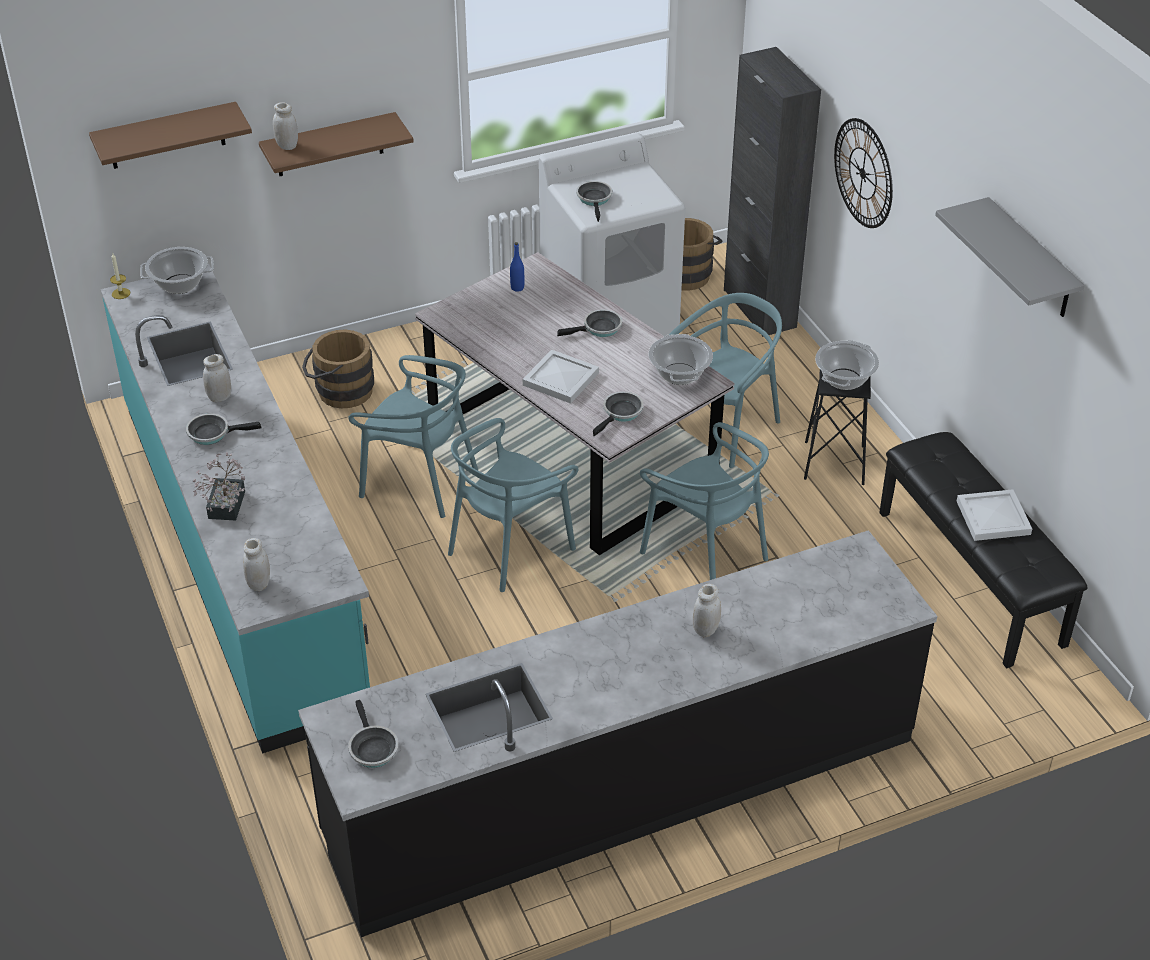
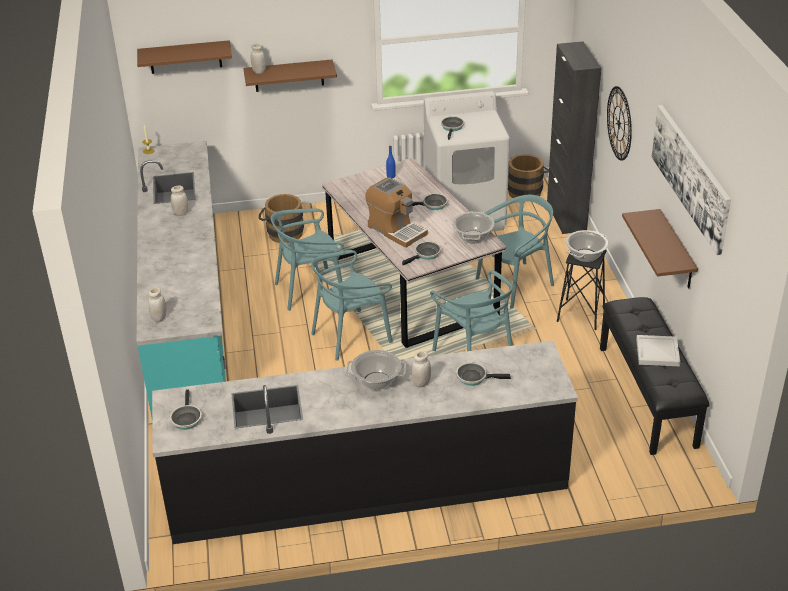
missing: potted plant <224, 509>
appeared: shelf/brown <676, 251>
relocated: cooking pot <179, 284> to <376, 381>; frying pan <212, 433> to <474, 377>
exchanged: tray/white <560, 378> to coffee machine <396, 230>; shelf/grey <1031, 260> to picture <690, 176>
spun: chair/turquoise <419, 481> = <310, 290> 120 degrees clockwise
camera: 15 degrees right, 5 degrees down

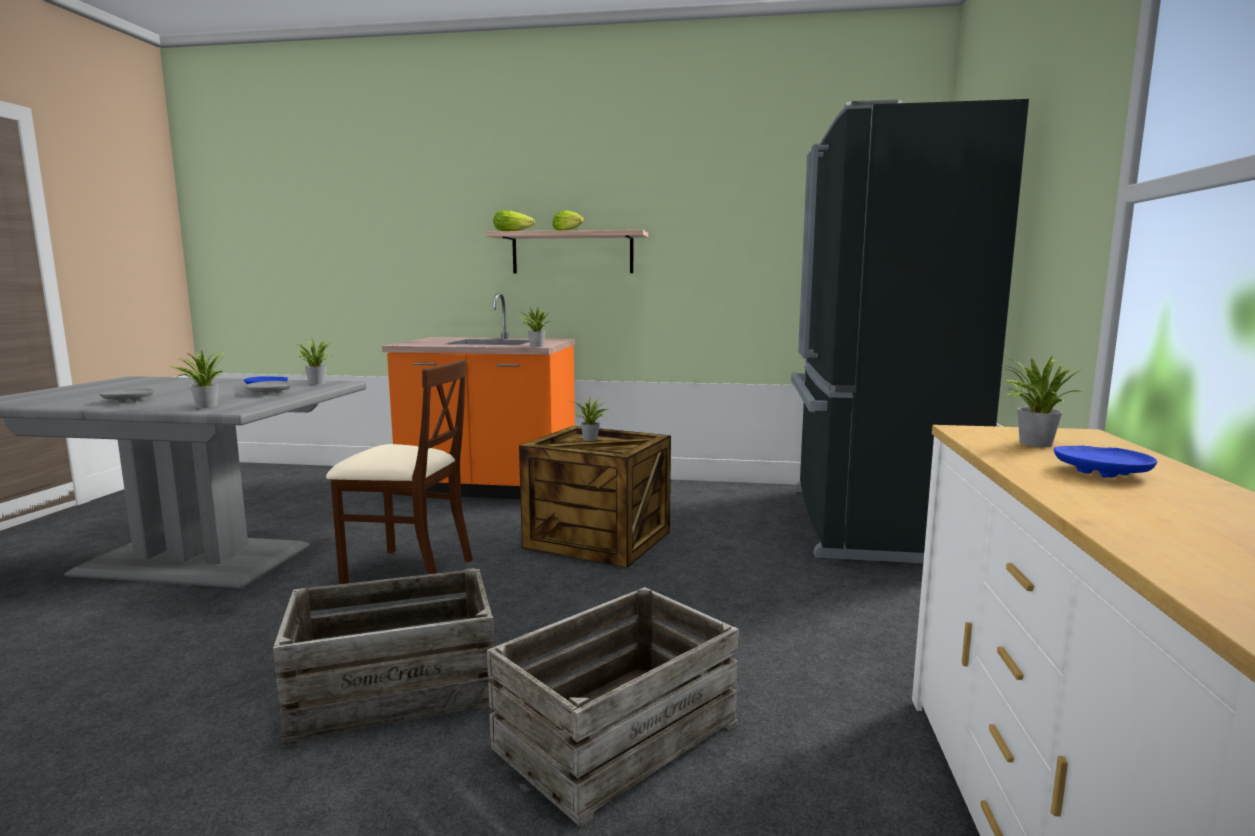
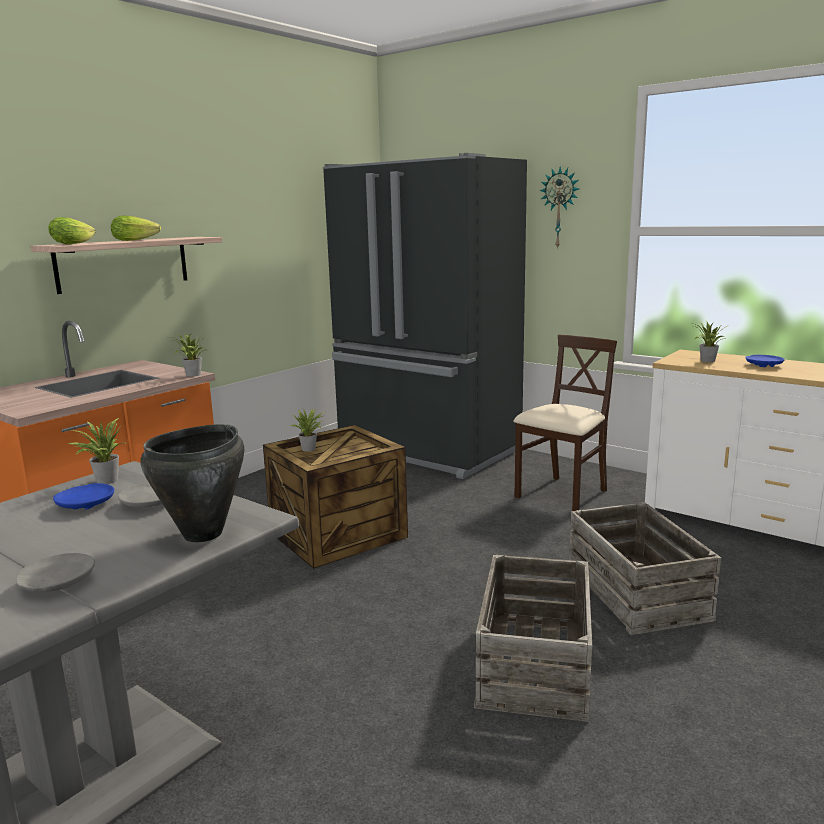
appeared: wall clock <560, 208>
relocated: chair/beige <408, 571> to <562, 495>
exchanged: potted plant <204, 406> to cooking pot/black <204, 534>
camera: 60 degrees left, 5 degrees up

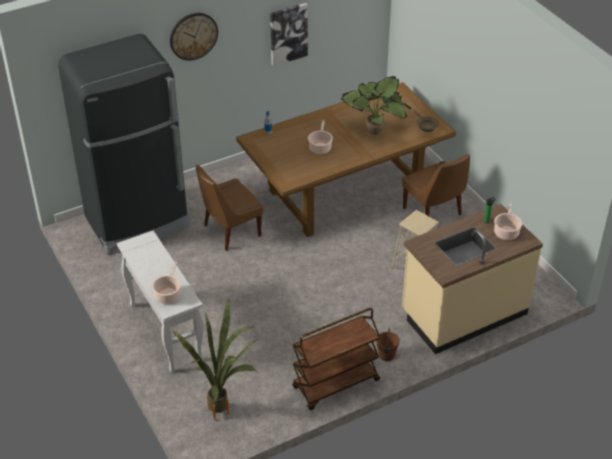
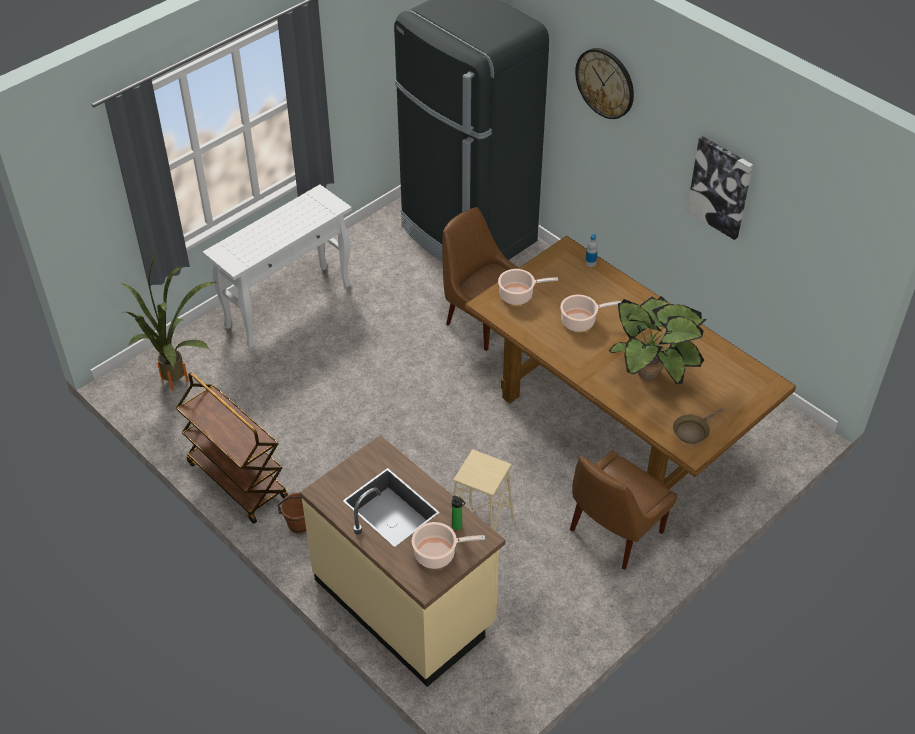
relocated: cooking pot <168, 294> to <518, 295>
camera: 75 degrees right, 5 degrees up

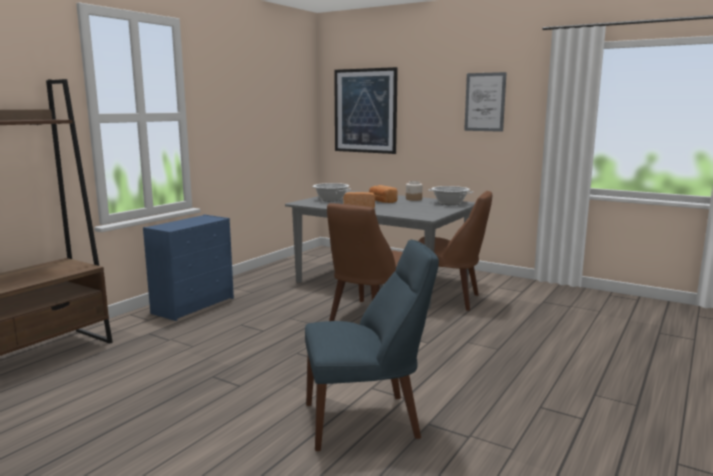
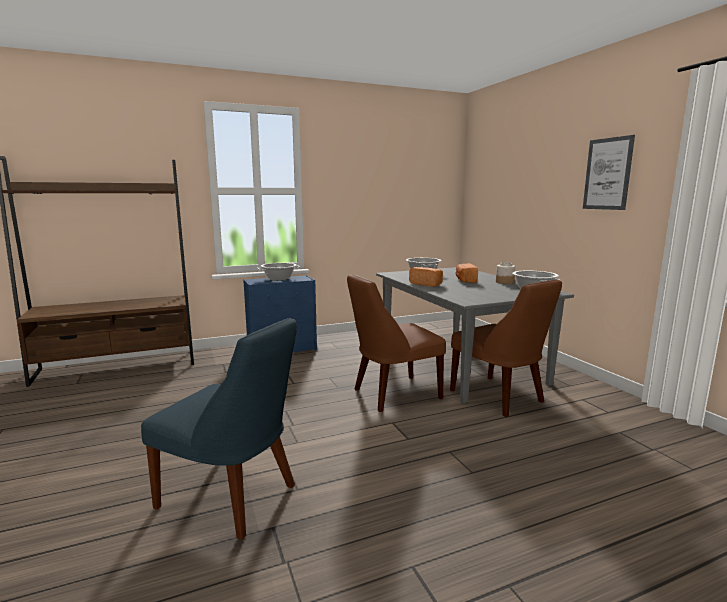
missing: picture <365, 111>
appeared: cooking pot <279, 279>
camera: 35 degrees right, 0 degrees up

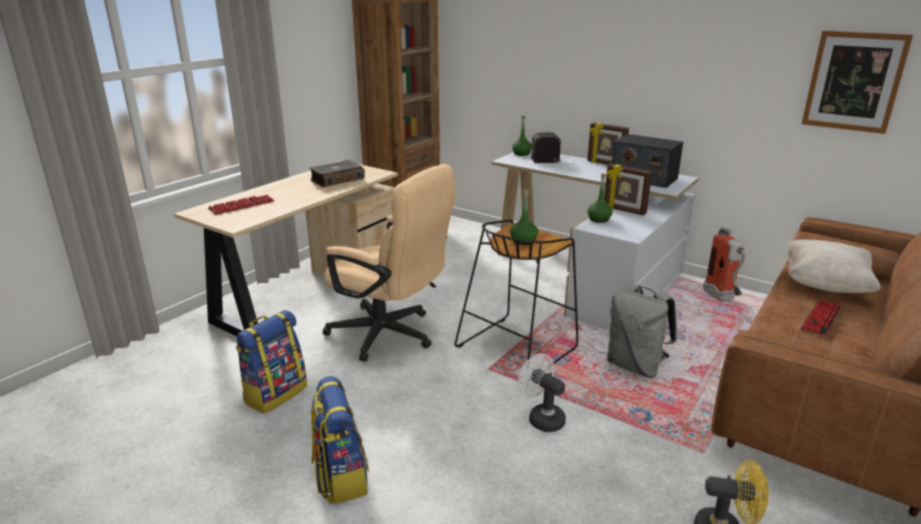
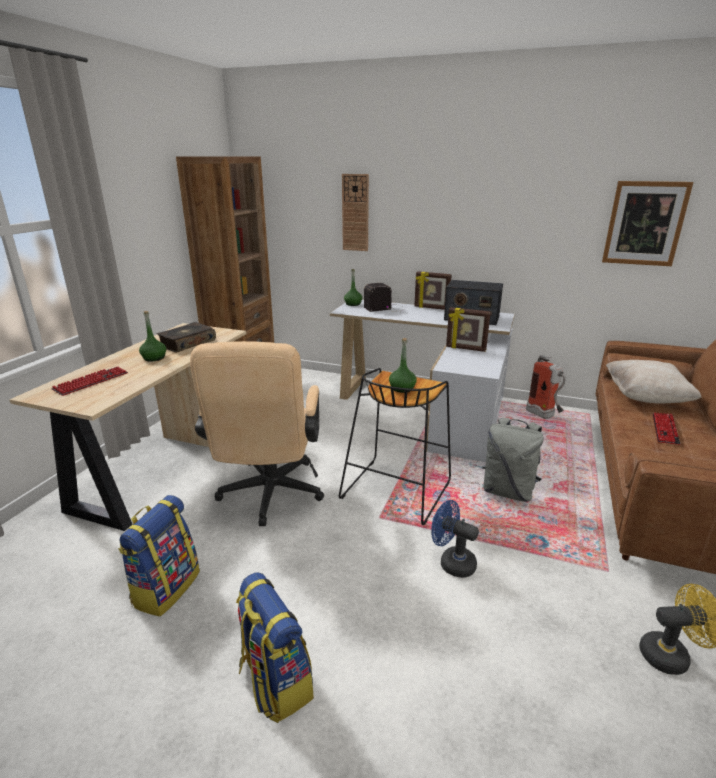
appeared: wall clock <355, 213>
relocated: bottle/green <599, 219> to <154, 358>
colour: fan/white <541, 418> to fan/blue <452, 562>
spun: office chair/beige <390, 336> = <269, 496> 75 degrees clockwise
camera: 15 degrees left, 0 degrees up

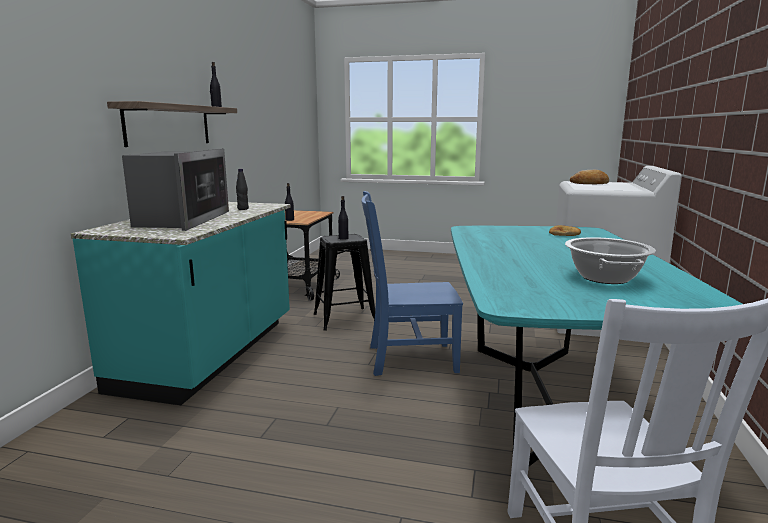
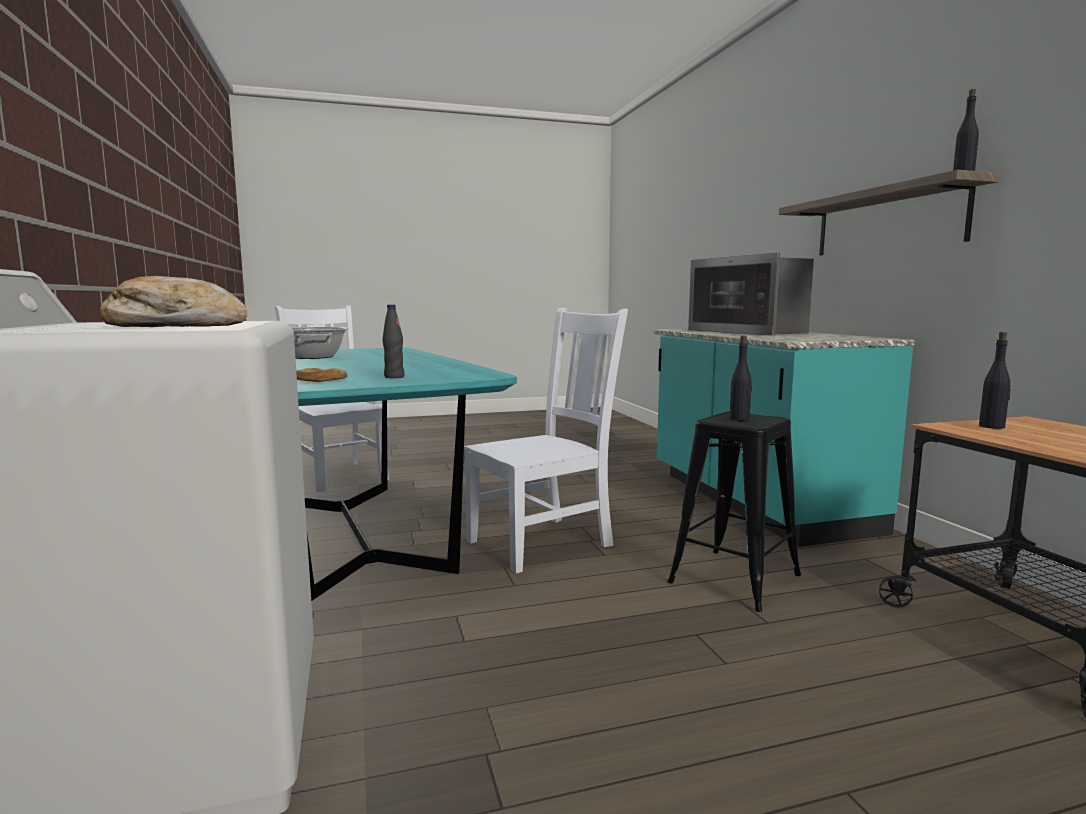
relocated: bottle/black <243, 209> to <394, 377>
colour: chair/blue <408, 359> to chair/white <544, 542>
camera: 150 degrees right, 5 degrees down

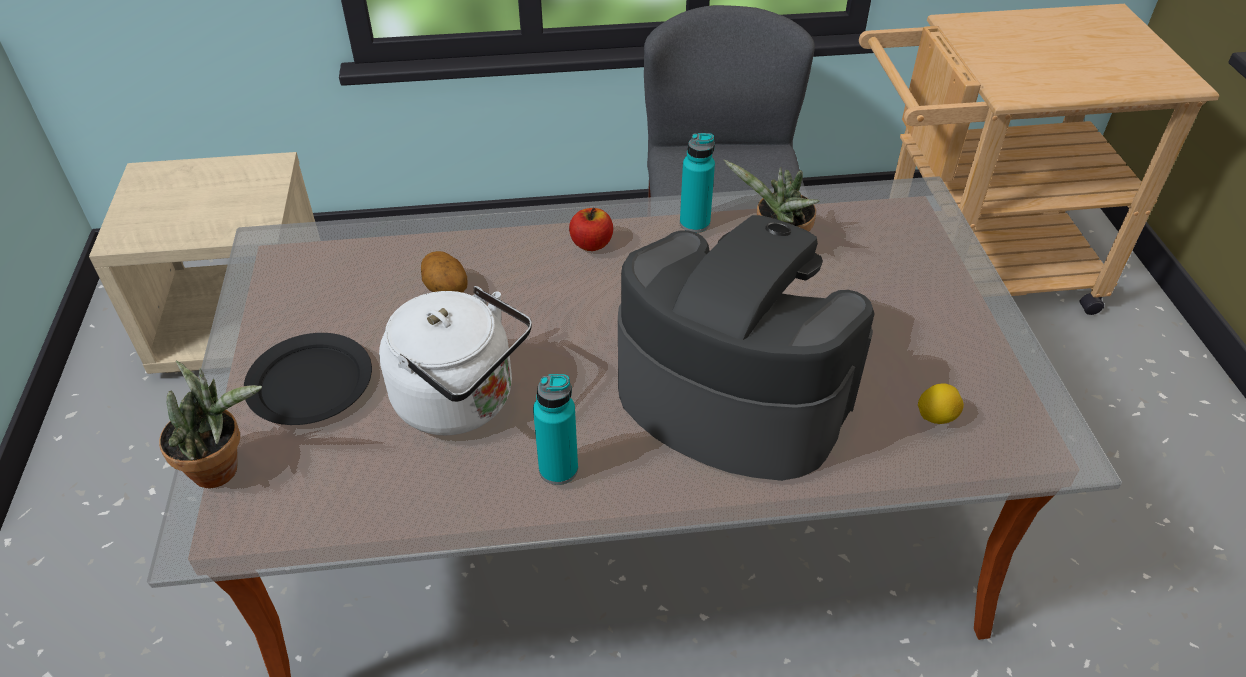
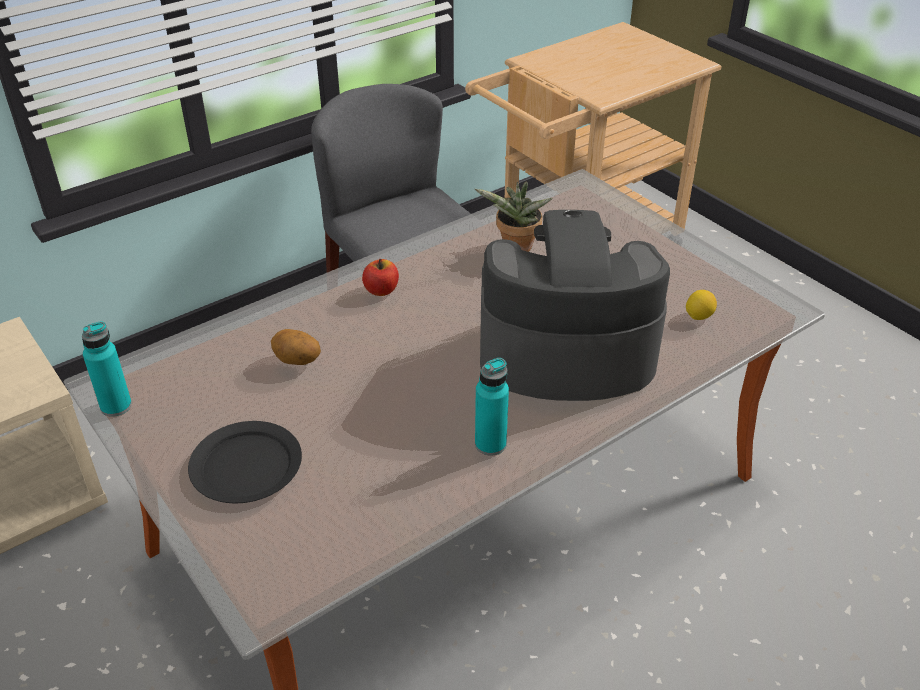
missing: potted plant <223, 468>; kettle/white <462, 401>
relocated: bottle/turquoise <694, 223> to <116, 406>
camera: 30 degrees left, 5 degrees down

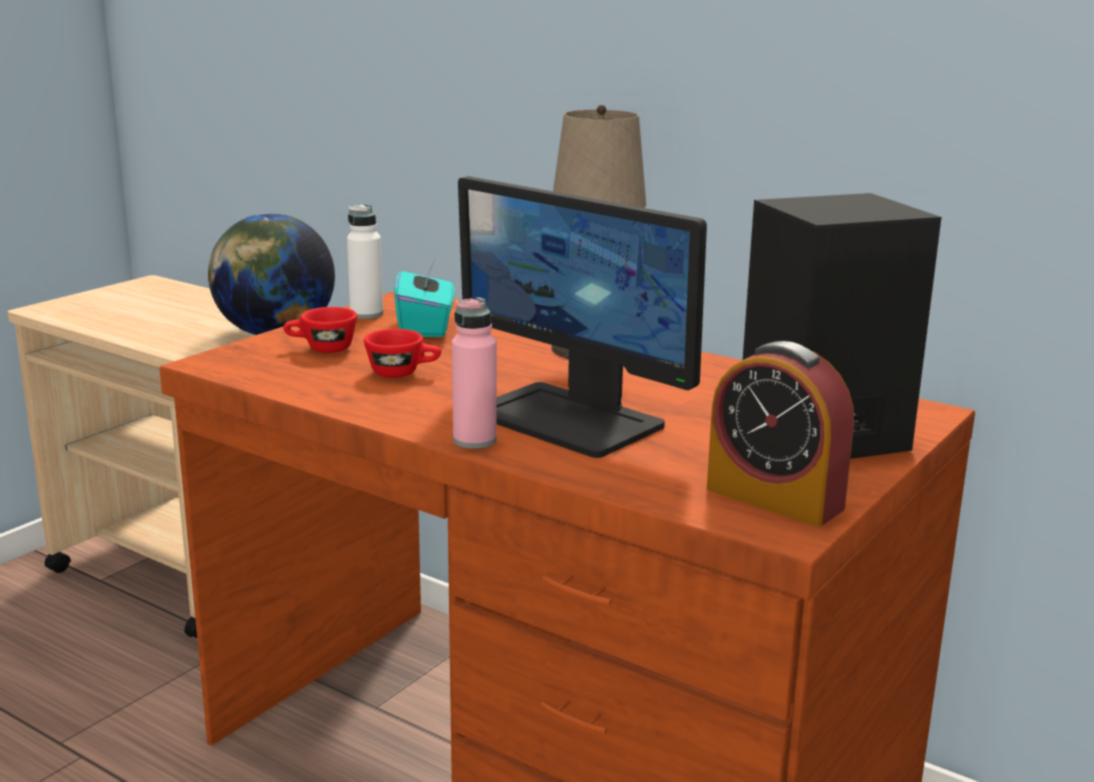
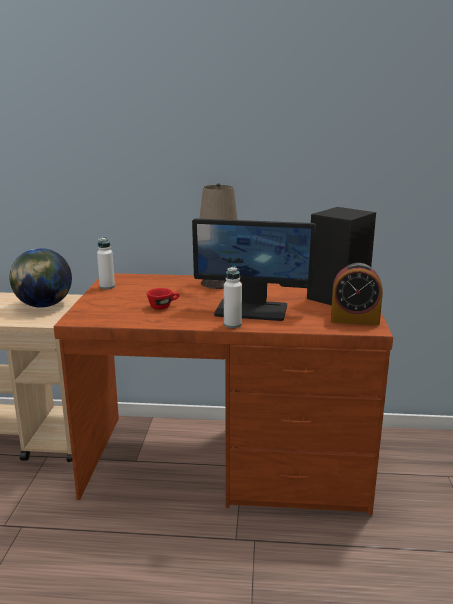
missing: cup/red <321, 349>; tissue box/turquoise <425, 327>
colour: bottle/pink <474, 440> to bottle/white <232, 324>
camera: 30 degrees left, 0 degrees up

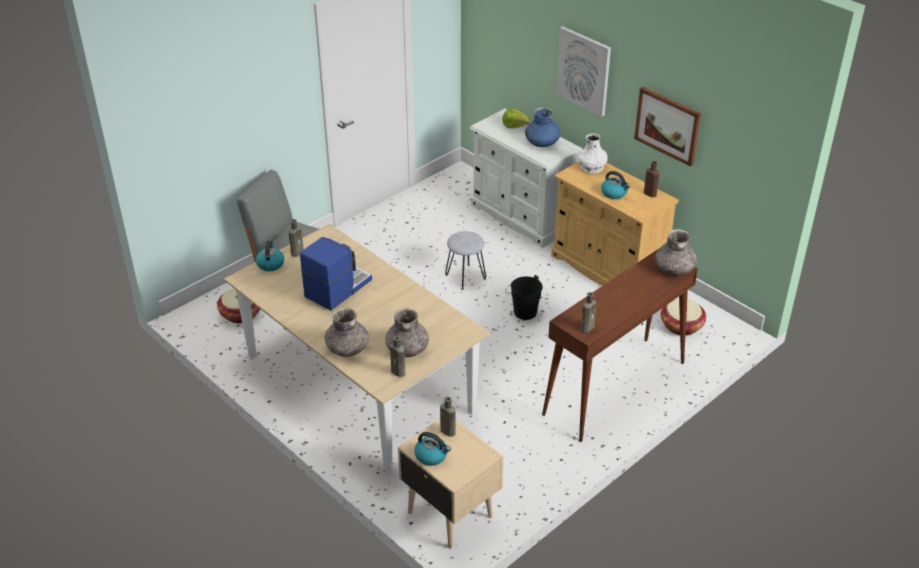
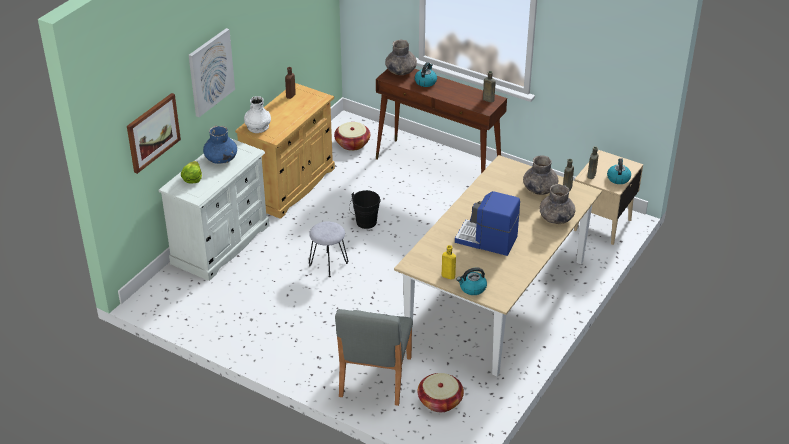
relocated: kettle <614, 193> to <425, 82>; picture <667, 125> to <152, 132>
colour: bottle/brown <298, 252> to bottle/yellow <447, 275>
camera: 105 degrees left, 0 degrees up

